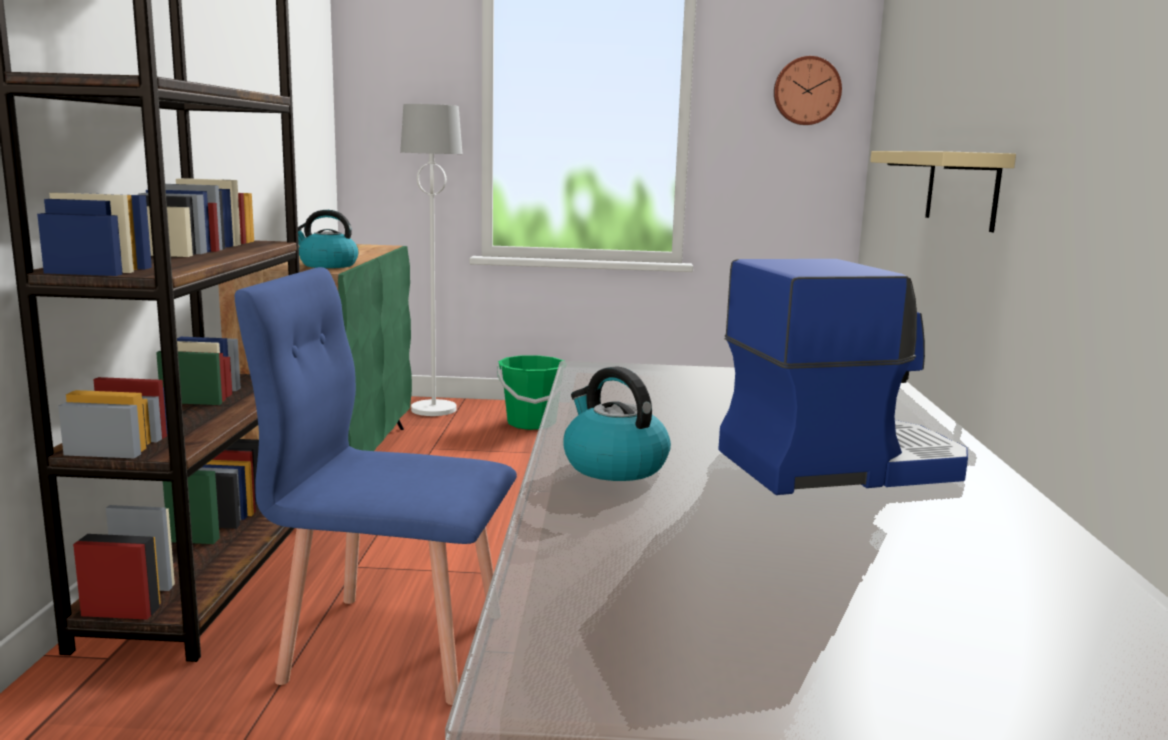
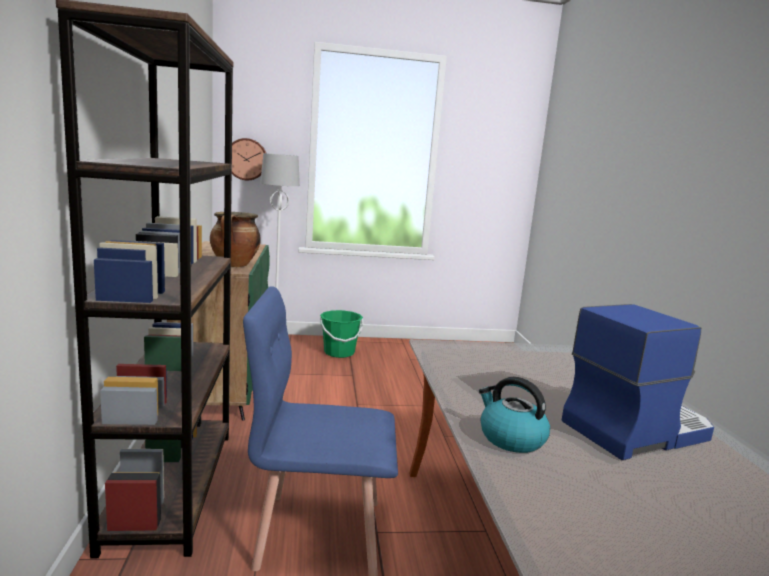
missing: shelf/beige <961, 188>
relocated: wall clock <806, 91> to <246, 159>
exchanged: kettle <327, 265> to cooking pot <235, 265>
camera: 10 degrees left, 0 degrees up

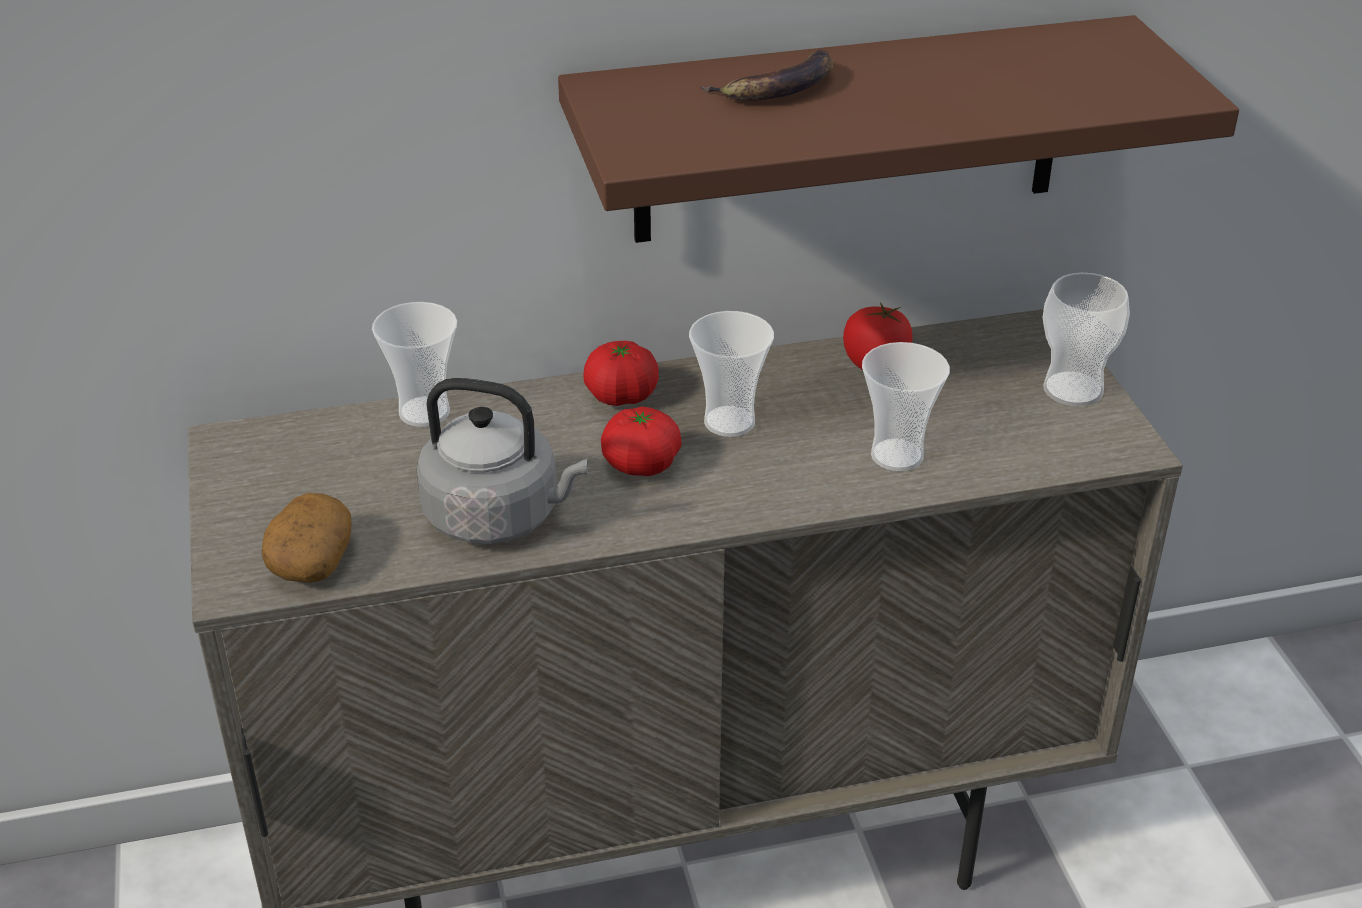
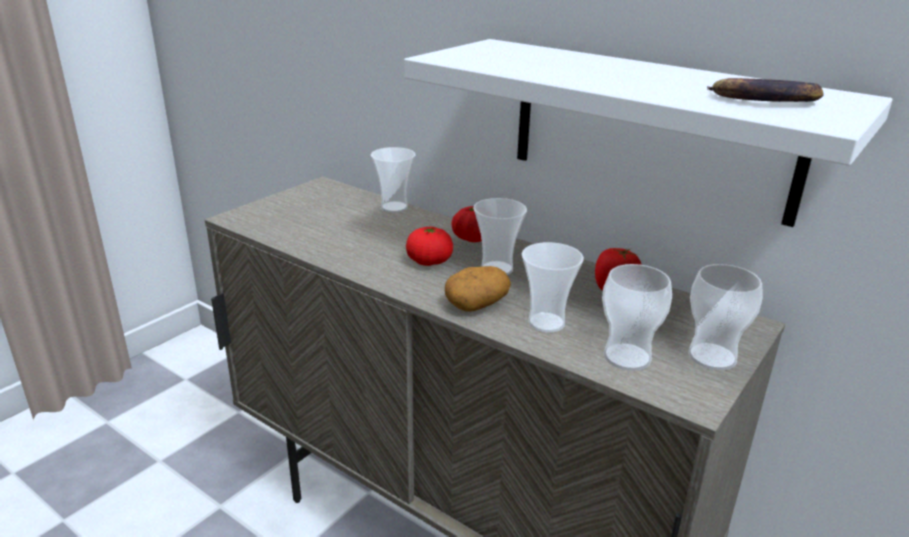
missing: kettle/grey <499, 517>
appeared: cup <627, 357>
relocated: potato <311, 560> to <477, 303>; banana <778, 87> to <763, 100>
colour: shelf/brown <850, 131> to shelf/white <650, 128>
camera: 50 degrees right, 10 degrees down

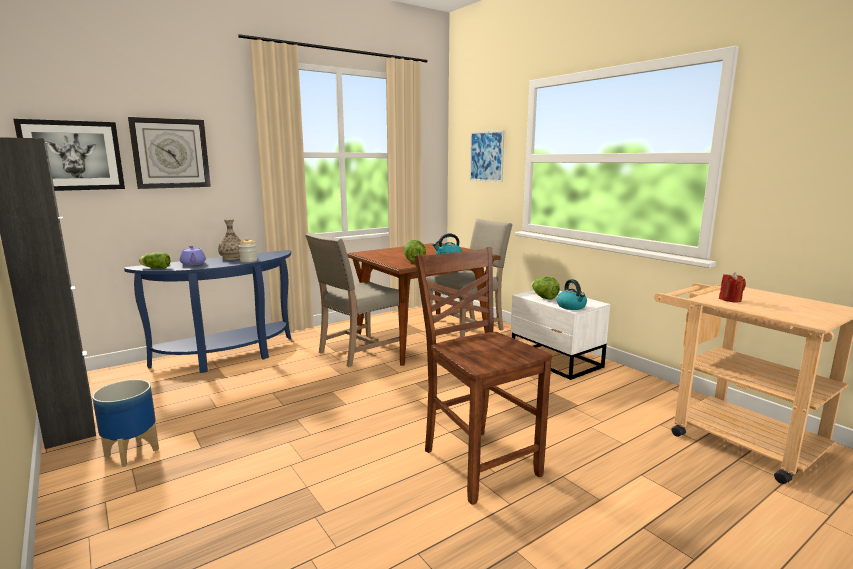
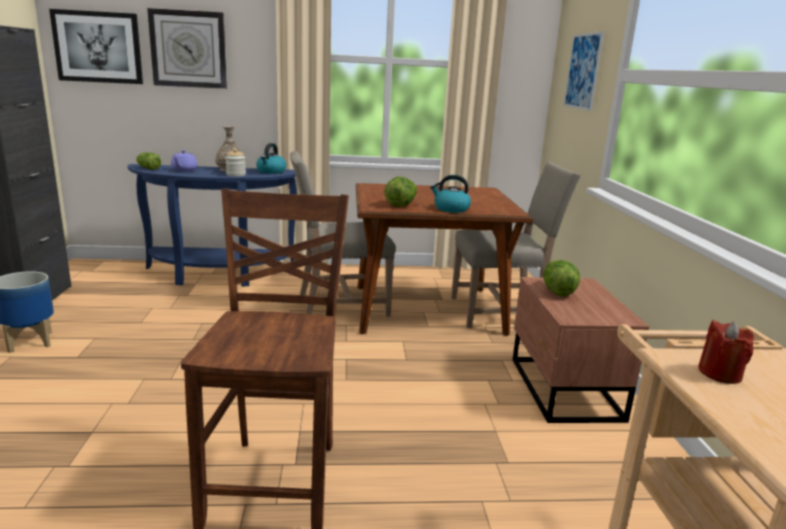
relocated: kettle <571, 307> to <271, 171>
colour: nightstand/white <556, 361> to nightstand/brown <563, 390>
camera: 30 degrees right, 5 degrees up

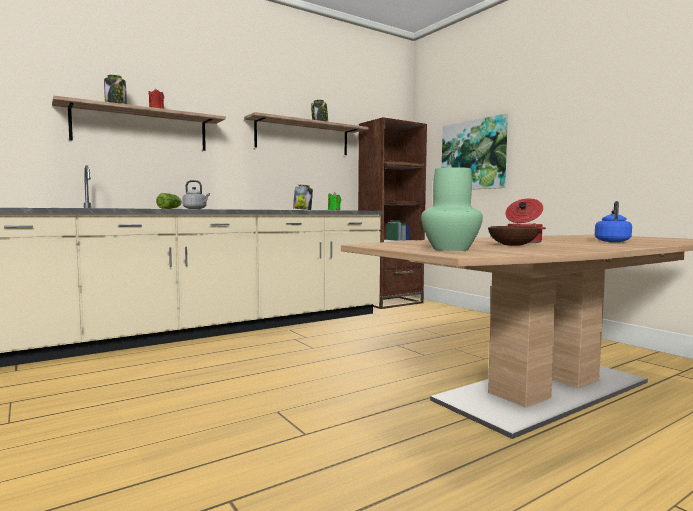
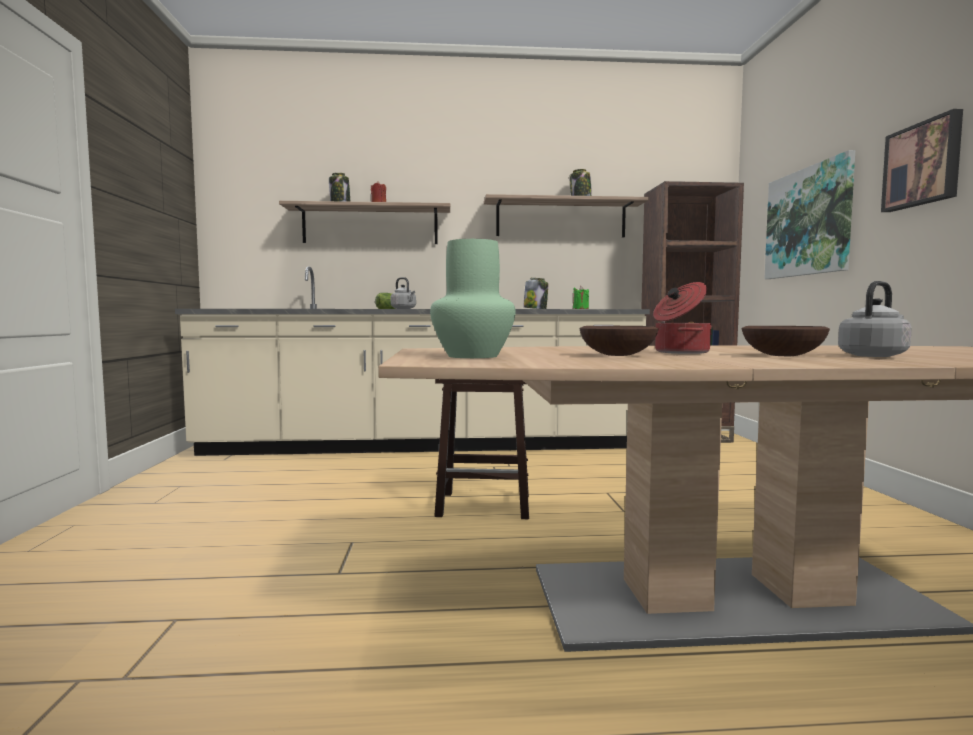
appeared: stool/brown <486, 505>; bowl/brown <782, 355>; picture <923, 164>
colour: kettle/blue <612, 241> to kettle/grey <874, 355>
camera: 30 degrees right, 0 degrees up

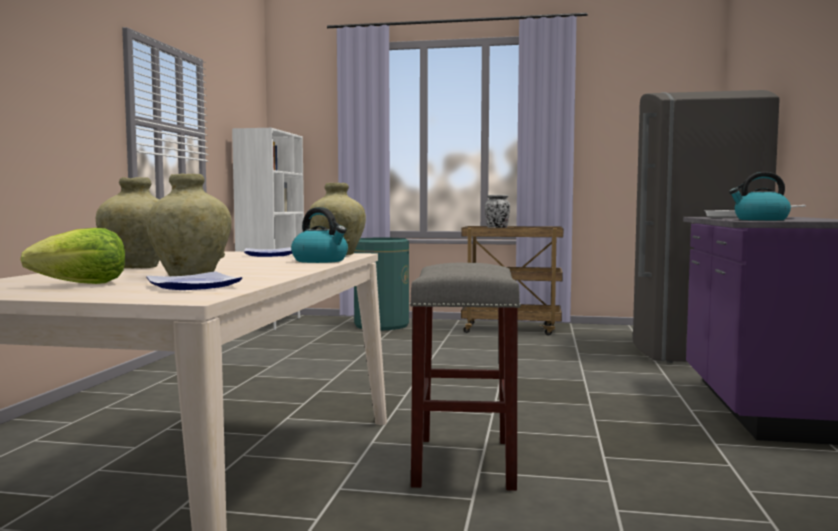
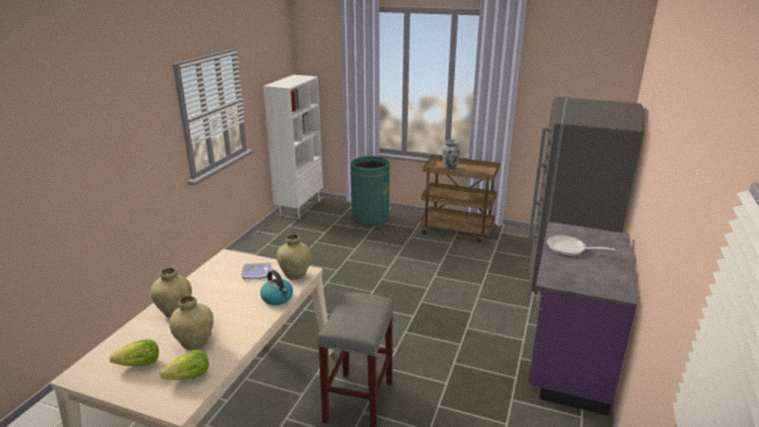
missing: kettle <760, 219>
exchanged: plate <196, 286> to lettuce <189, 377>
camera: 10 degrees right, 20 degrees up

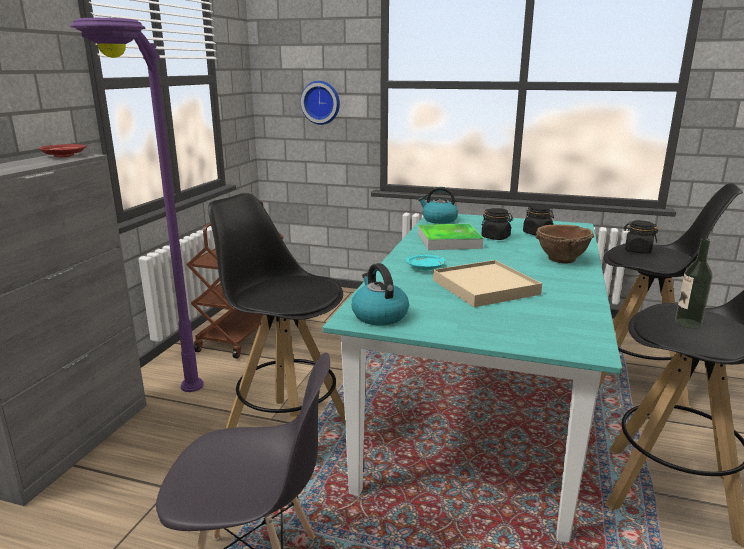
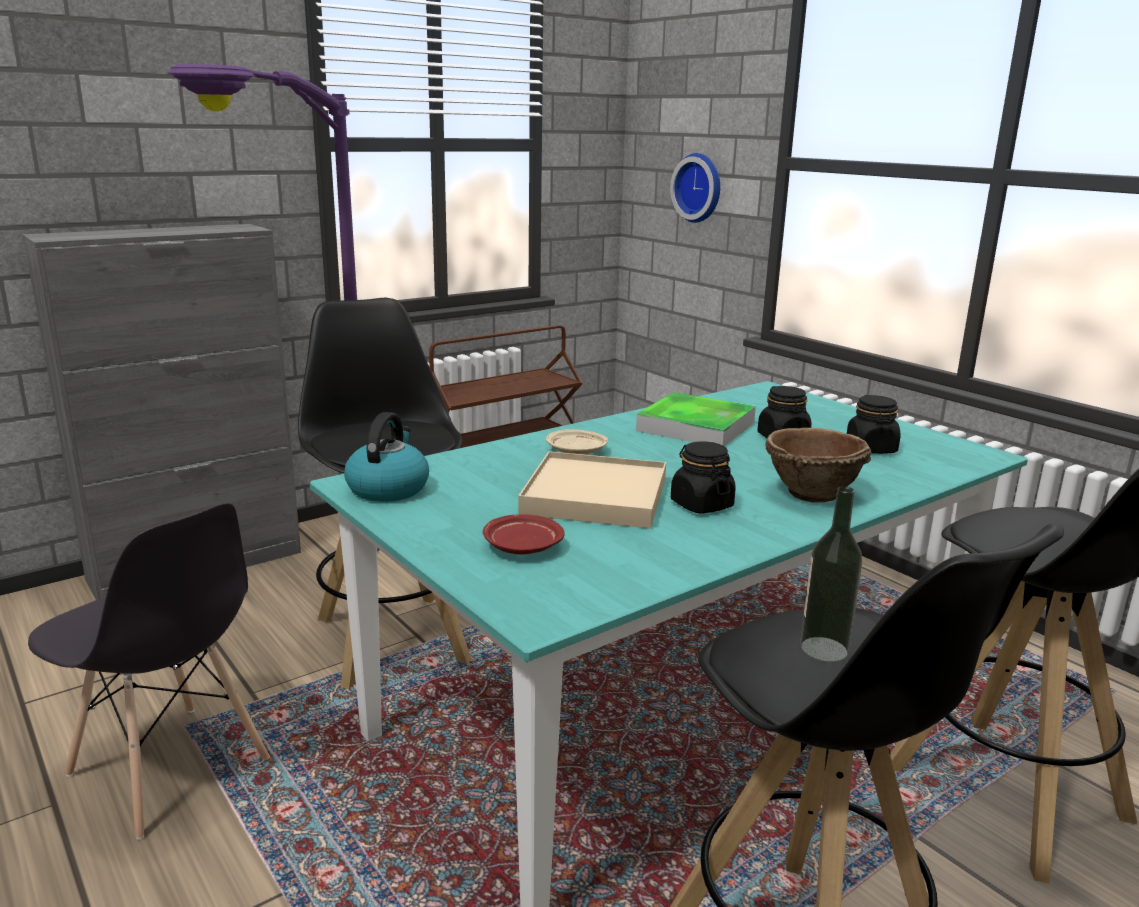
missing: kettle <439, 220>
relocated: plate/red <63, 156> to <522, 546>; jar/black <637, 250> to <701, 504>
colour: plate/turquoise <426, 268> to plate/beige <577, 452>
camera: 35 degrees right, 0 degrees up

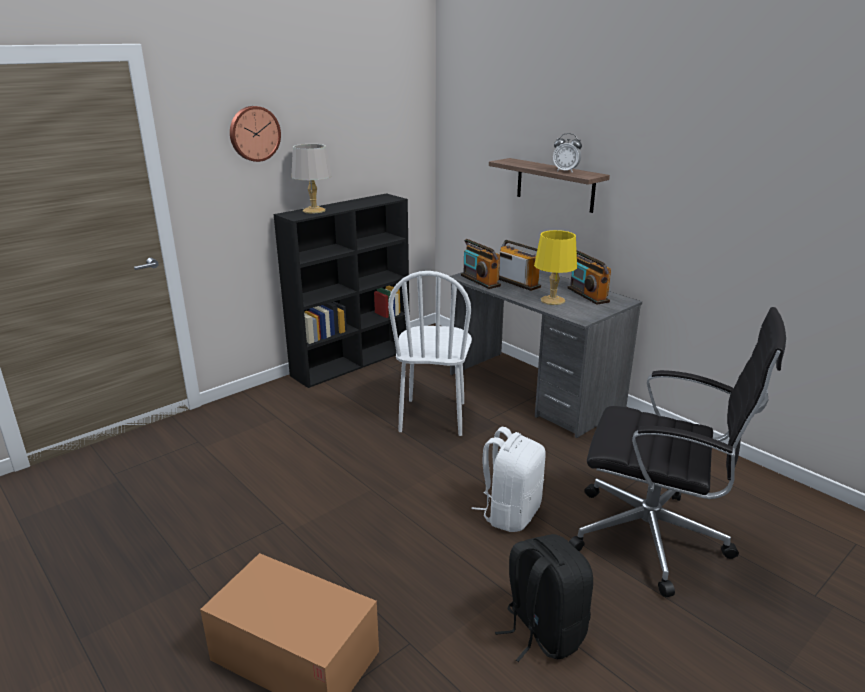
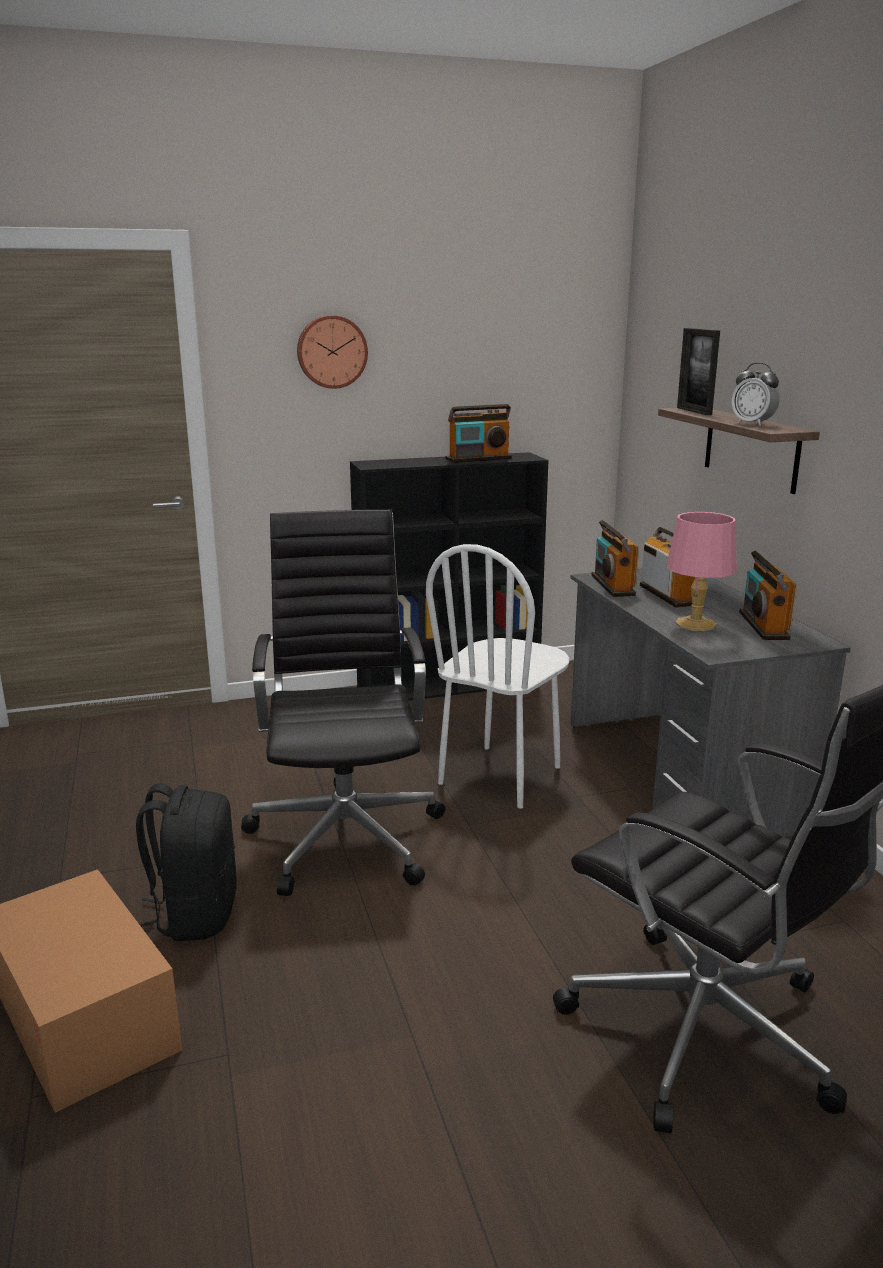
missing: table lamp/grey <314, 210>; backpack/white <510, 513>
appeared: office chair/black <346, 835>; radio <478, 459>; picture frame <694, 411>
relocated: backpack/black <542, 631> to <194, 914>
colour: table lamp/yellow <553, 300> to table lamp/pink <696, 624>
camera: 25 degrees right, 5 degrees down

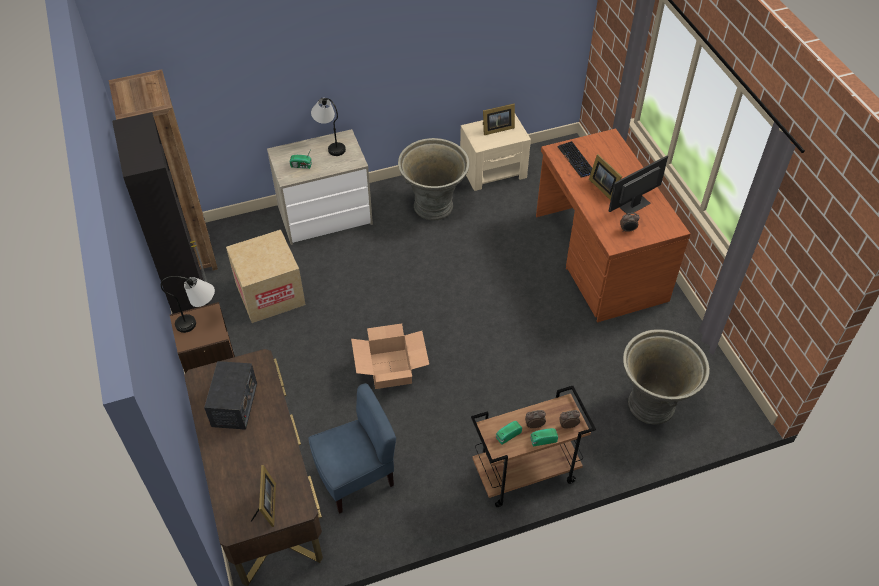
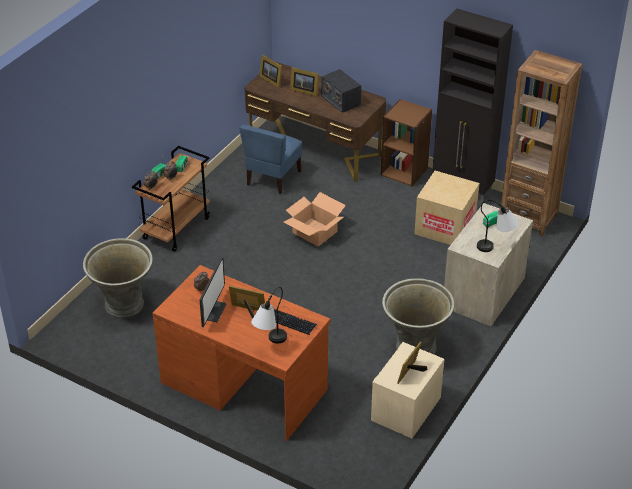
appeared: picture frame <304, 90>
relocated: table lamp <200, 322> to <269, 344>
camera: 140 degrees right, 10 degrees down

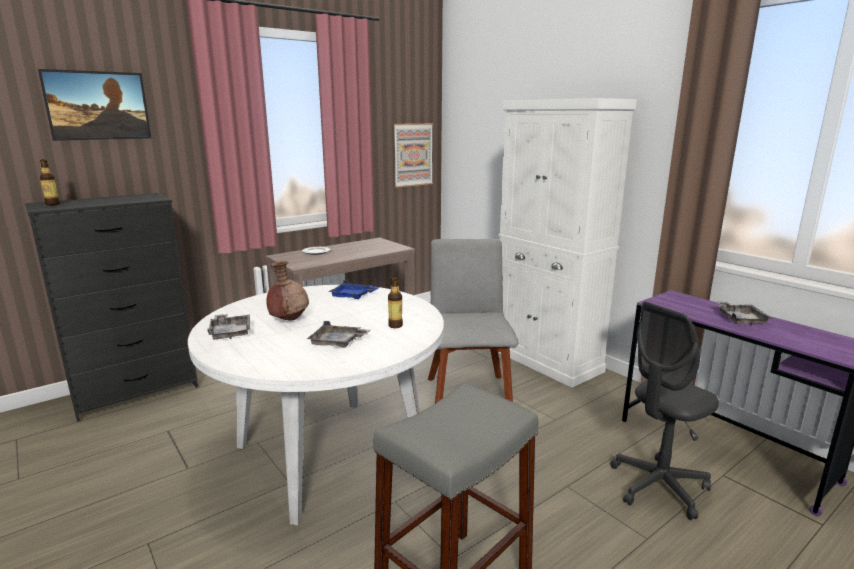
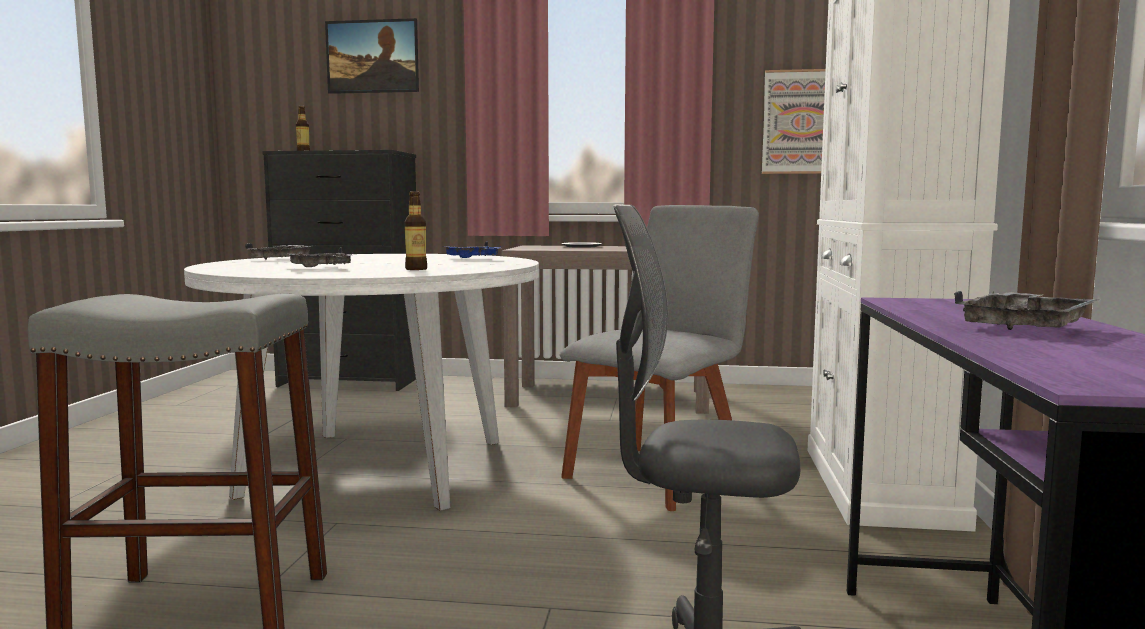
missing: vase/brown <289, 320>
camera: 45 degrees right, 10 degrees down

